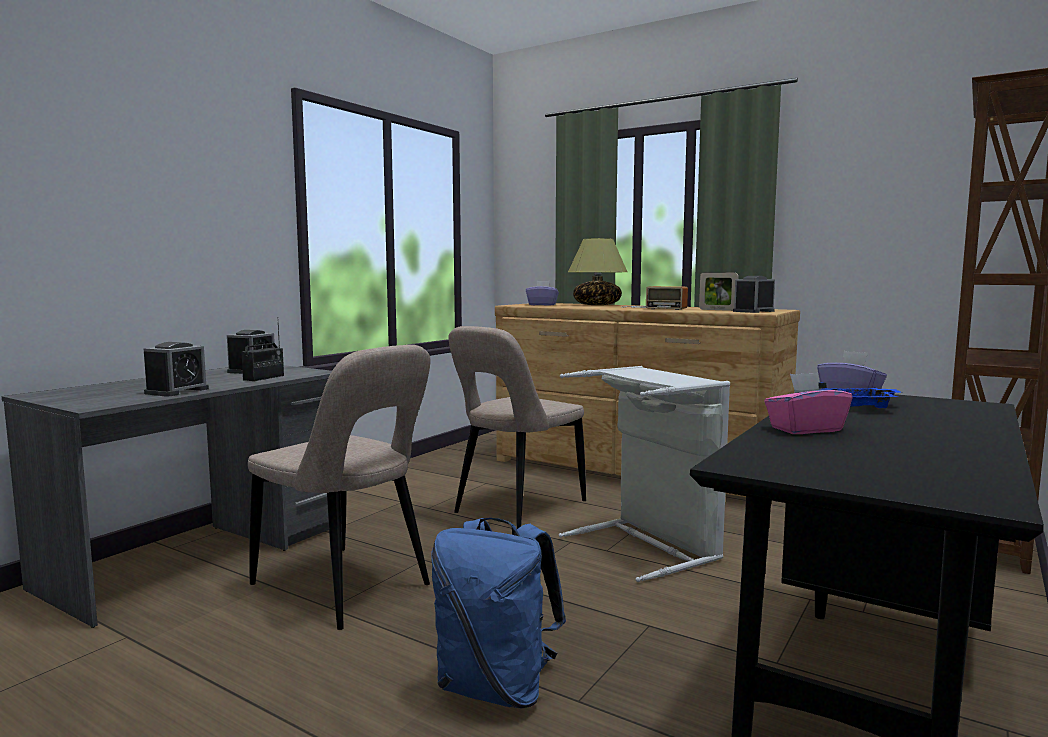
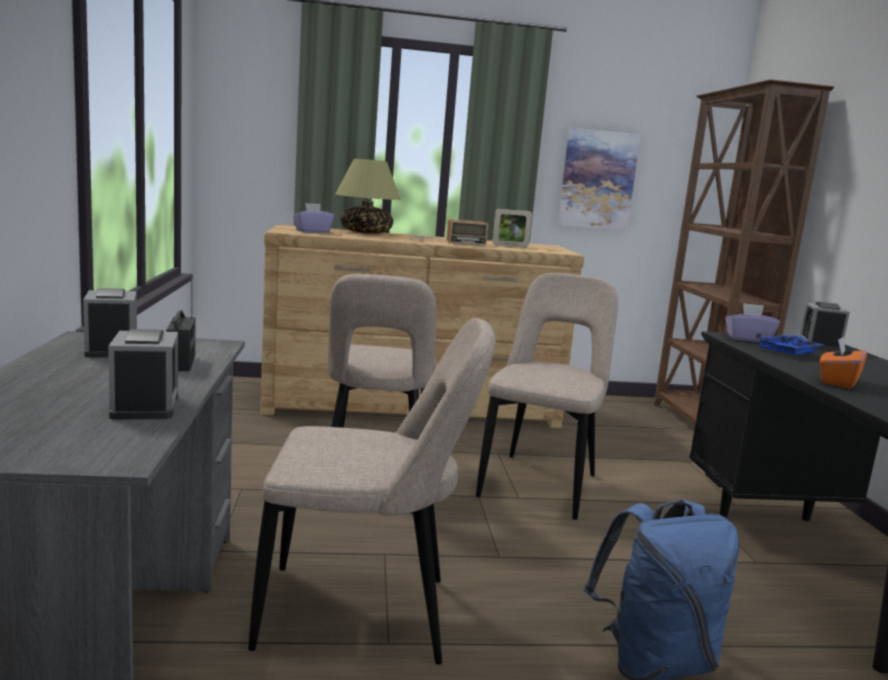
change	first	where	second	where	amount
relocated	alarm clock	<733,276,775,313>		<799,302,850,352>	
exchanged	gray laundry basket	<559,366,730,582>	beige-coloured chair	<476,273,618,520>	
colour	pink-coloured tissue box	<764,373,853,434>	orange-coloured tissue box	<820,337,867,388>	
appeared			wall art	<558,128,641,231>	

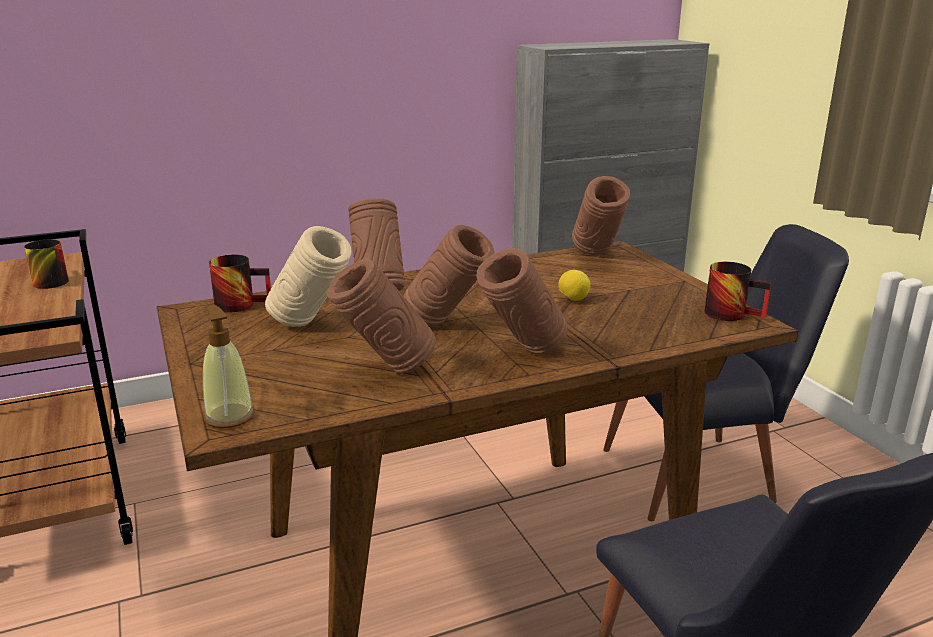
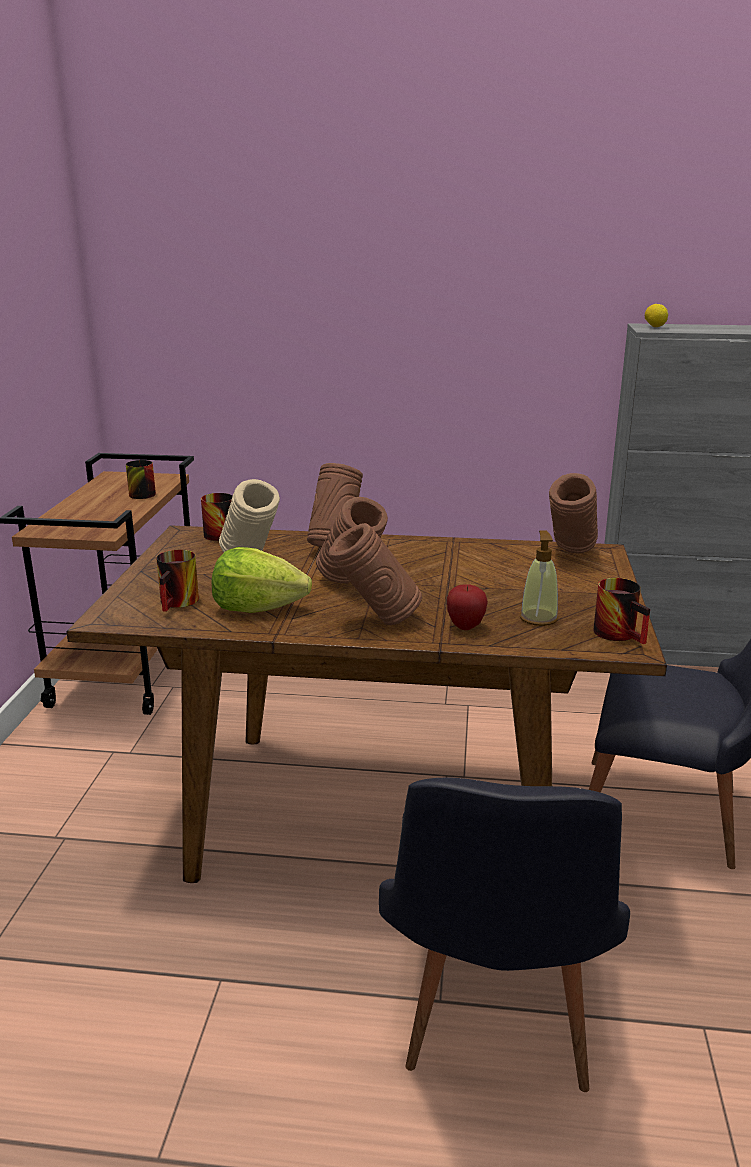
change	first	where	second	where	amount
exchanged	brownish vase	<326,259,436,374>	lettuce	<212,547,312,613>	
relocated	lemon	<558,270,590,301>		<645,304,668,327>	
relocated	liquid soap bottle	<203,305,255,428>		<520,530,558,626>	
appeared			coffee mug	<156,550,199,612>	
appeared			whole apple	<447,584,488,630>	

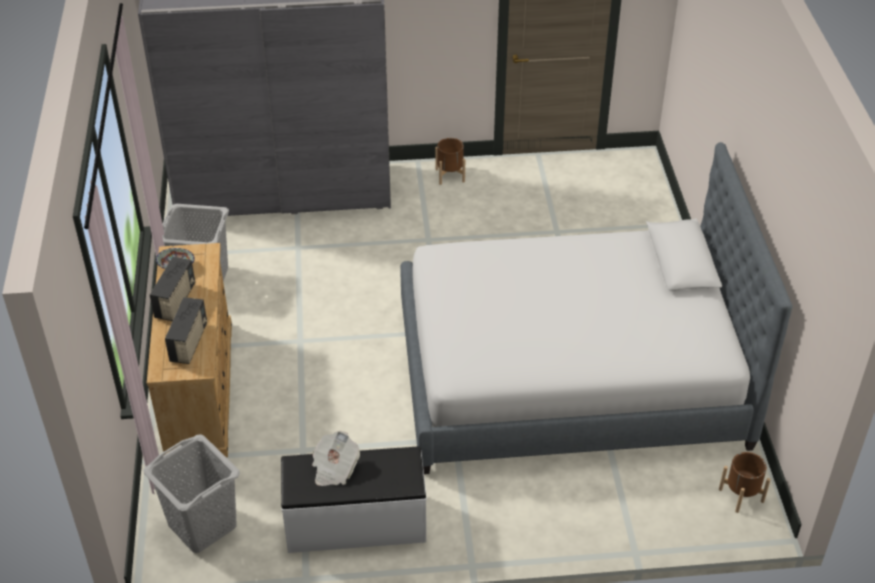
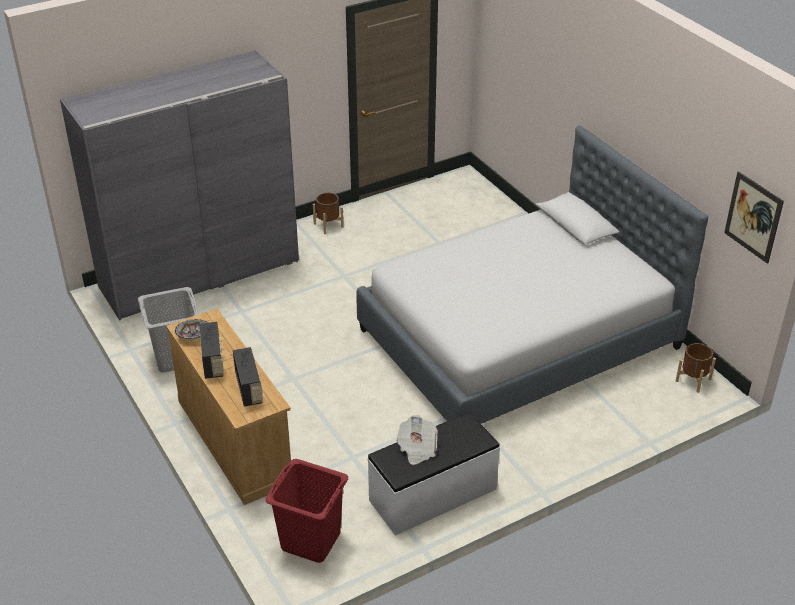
change	first	where	second	where	amount
colour	gray laundry basket	<143,434,240,553>	reddish laundry basket	<265,459,348,563>	
appeared			wall art	<724,171,784,264>	

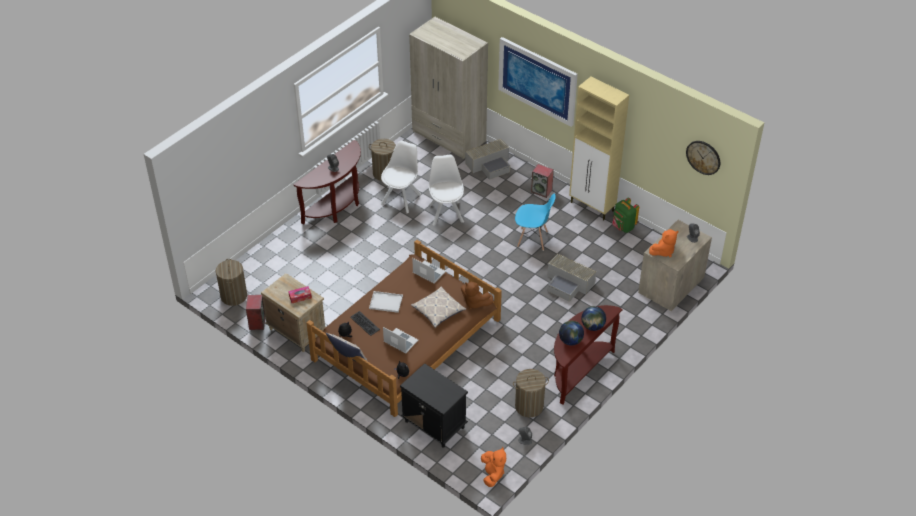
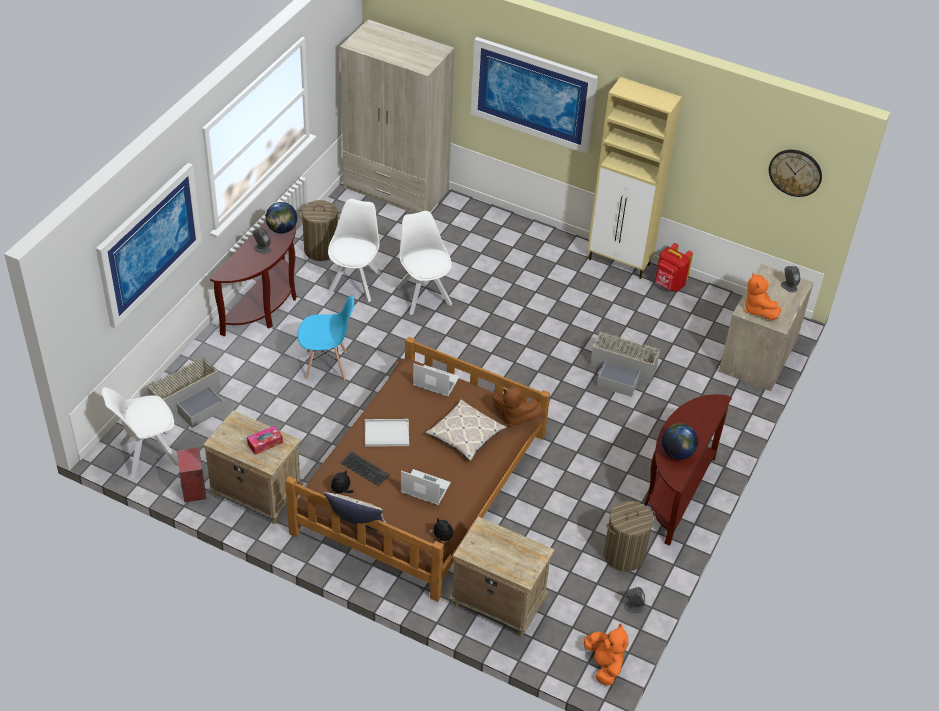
change	first	where	second	where	amount
relocated	gray storage bin	<465,138,510,180>		<147,357,224,428>	
missing	audio speaker	<531,164,554,198>			
relocated	bluish chair	<515,194,556,251>		<297,295,354,380>	
colour	green-coloured rucksack	<612,198,639,233>	reddish rucksack	<655,243,693,292>	
spun	orange-coloured cuddly toy	<649,229,678,257>		<744,272,781,320>	120 degrees clockwise
exchanged	laundry basket	<216,259,247,306>	whitish chair	<101,387,179,479>	
relocated	globe	<581,306,606,331>		<265,202,297,234>	
colour	black nightstand	<400,363,468,448>	beige-coloured nightstand	<450,517,554,637>	
appeared			wall art	<96,163,202,328>	

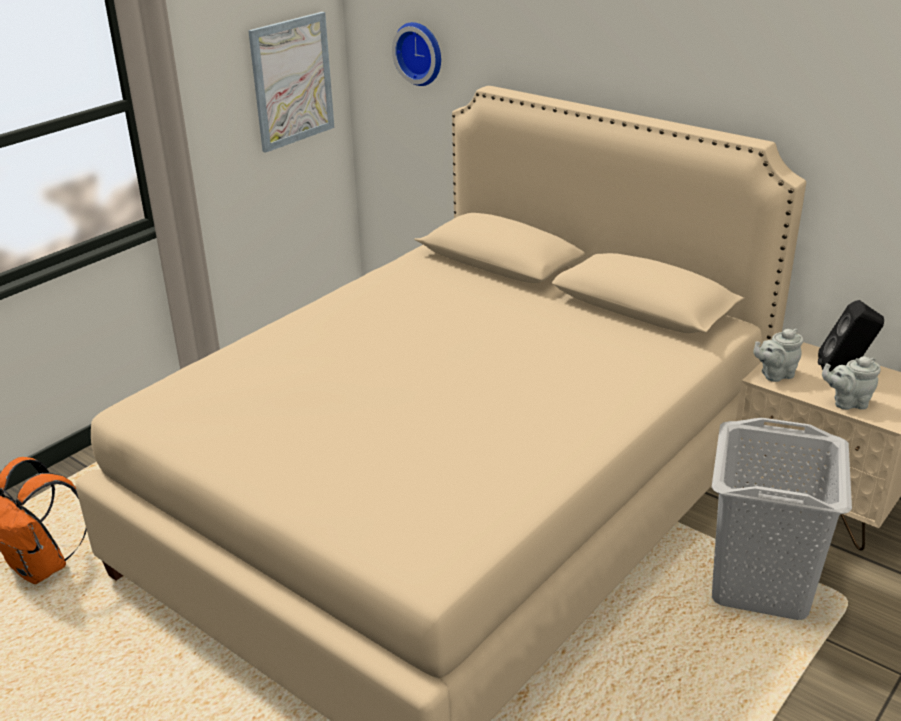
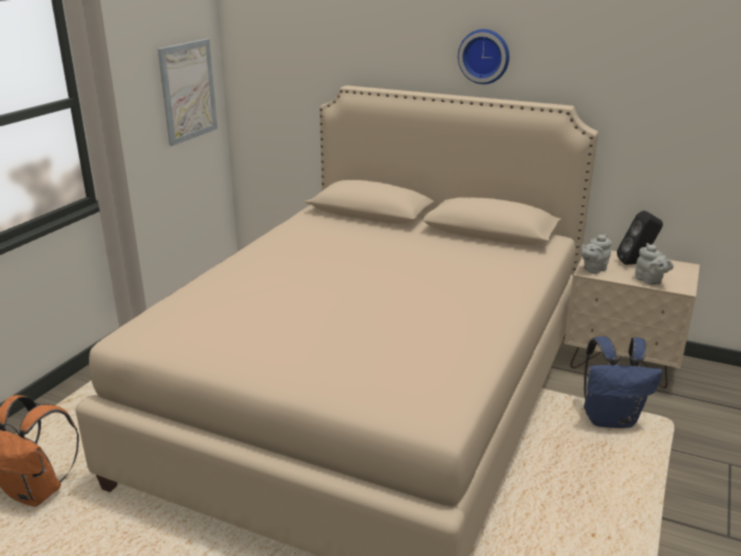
change	first	where	second	where	amount
relocated	hanging clock	<392,22,441,86>		<458,29,509,84>	
spun	gray tea pot	<822,356,881,410>		<635,243,674,285>	105 degrees counterclockwise
exchanged	gray laundry basket	<711,418,852,620>	bluish rucksack	<584,336,662,428>	

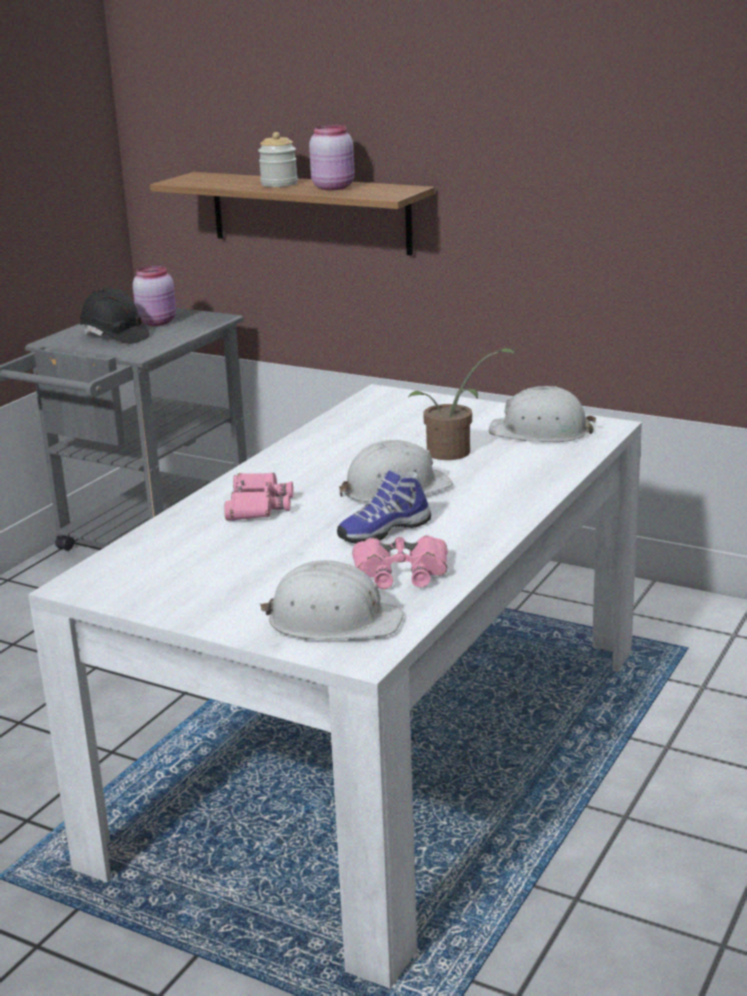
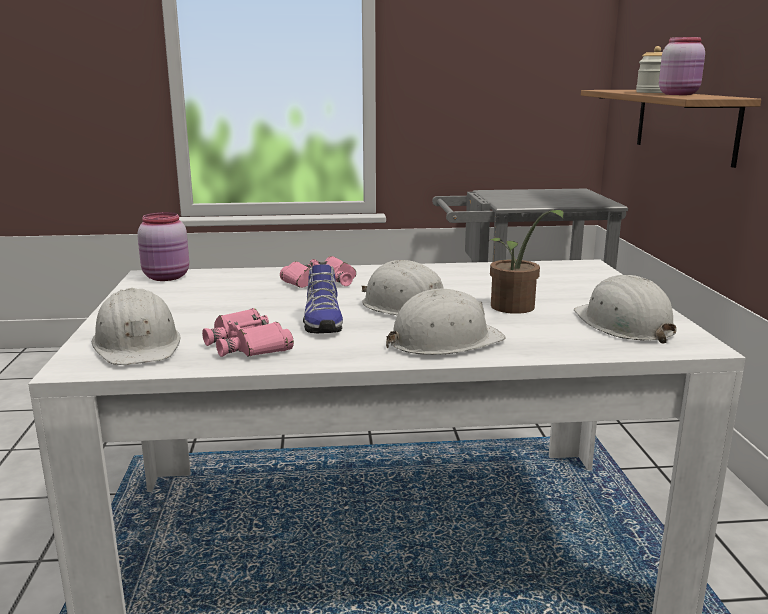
change	first	where	second	where	amount
relocated	pink-coloured storage jar	<133,266,176,326>		<137,212,189,281>	
missing	black work helmet	<79,287,150,344>			
spun	low shoe	<337,470,431,544>		<303,264,343,333>	120 degrees counterclockwise
appeared			whitish work helmet	<386,289,506,355>	

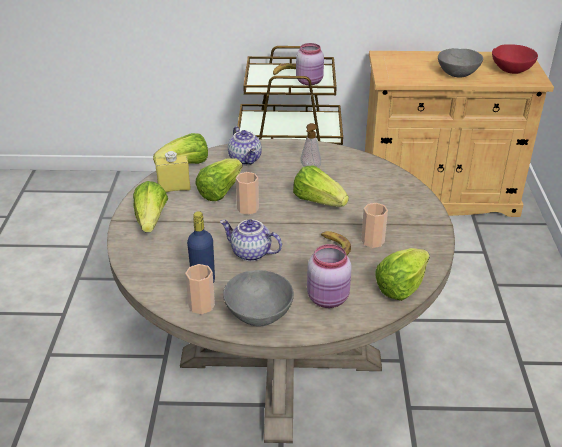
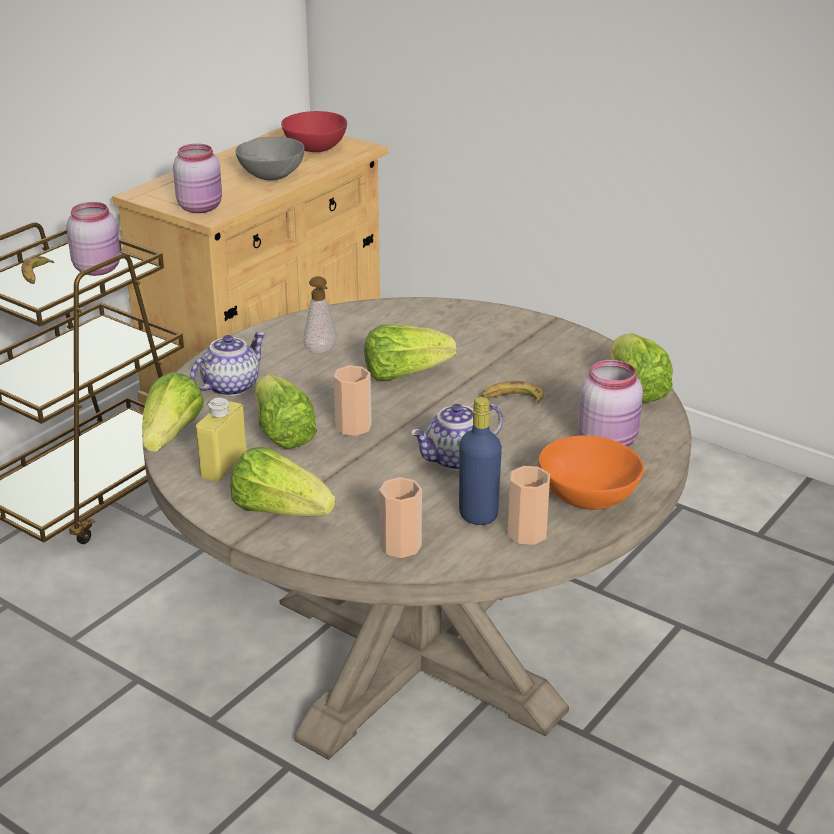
change	first	where	second	where	amount
spun	tea pot	<228,126,262,165>		<190,332,266,396>	60 degrees counterclockwise
relocated	small cup	<361,203,388,248>		<379,477,422,558>	
colour	gray serving bowl	<223,270,294,326>	orange-coloured serving bowl	<539,435,644,510>	
appeared			pink-coloured storage jar	<173,144,222,213>	

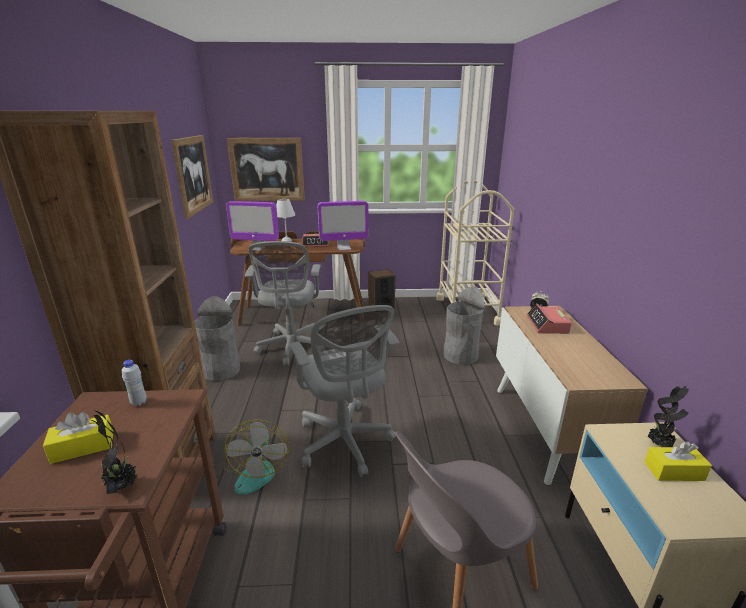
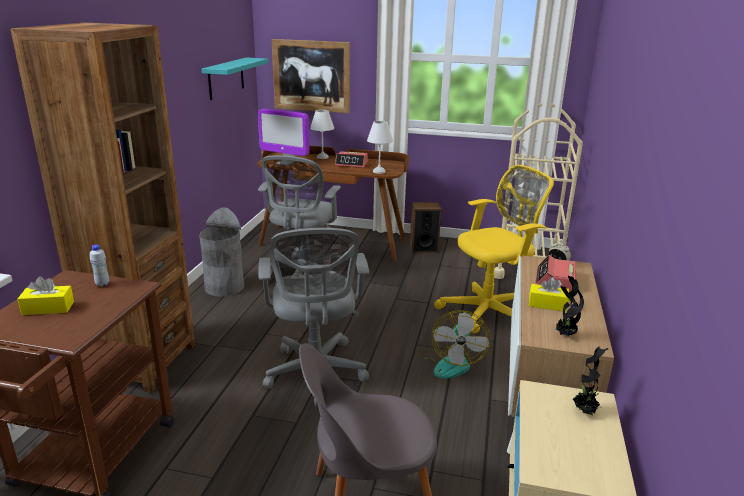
change	first	where	second	where	amount
exchanged	wall art	<171,135,213,219>	turquoise shelf	<202,57,269,100>	
exchanged	computer screen	<318,201,369,251>	whitish lamp for a table	<367,121,393,174>	
exchanged	gray rubbish bin	<443,286,485,365>	yellowish computer chair	<434,165,554,333>	
relocated	houseplant	<88,410,138,494>		<556,276,584,336>	
relocated	cooling fan	<223,420,289,495>		<421,310,491,379>	
relocated	yellowish tissue box	<644,441,712,481>		<529,277,569,312>	

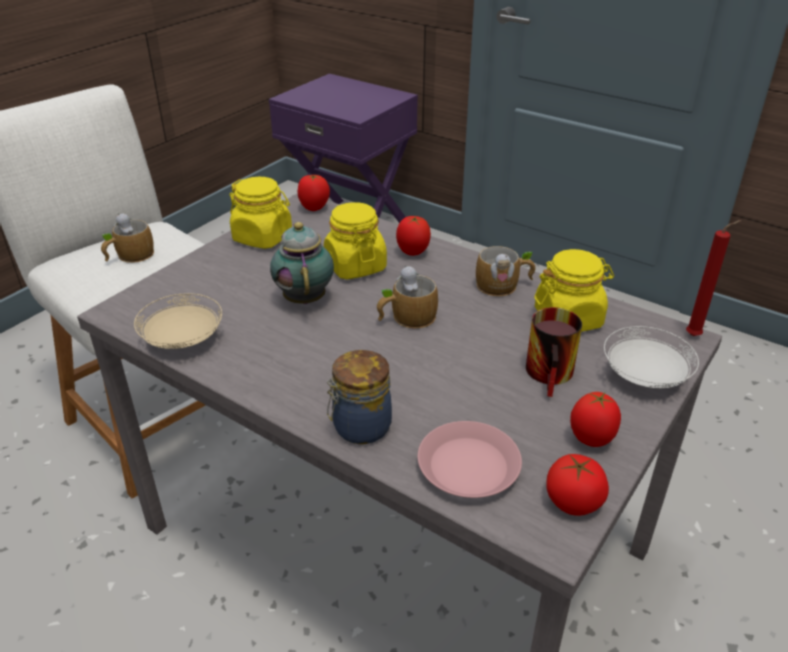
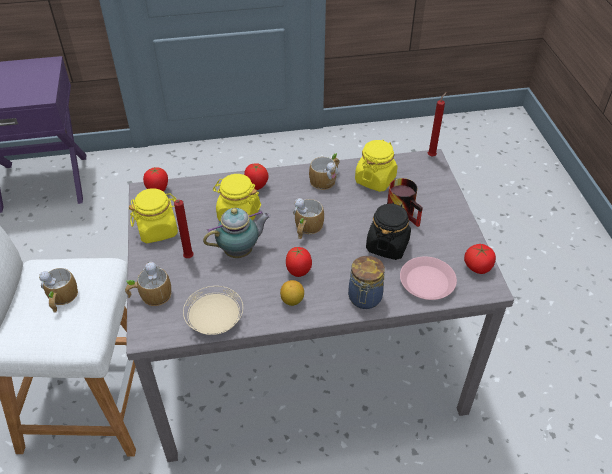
change	first	where	second	where	amount
spun	tea pot	<270,222,334,304>		<203,208,271,258>	120 degrees clockwise
missing	whitish dinner plate	<604,326,699,388>			
relocated	tomato	<570,392,621,447>		<286,247,312,277>	
appeared			reddish wax candle	<174,200,194,258>	
appeared			black storage jar	<366,202,411,260>	
appeared			coffee mug	<125,262,171,306>	
appeared			lemon	<280,280,304,306>	

